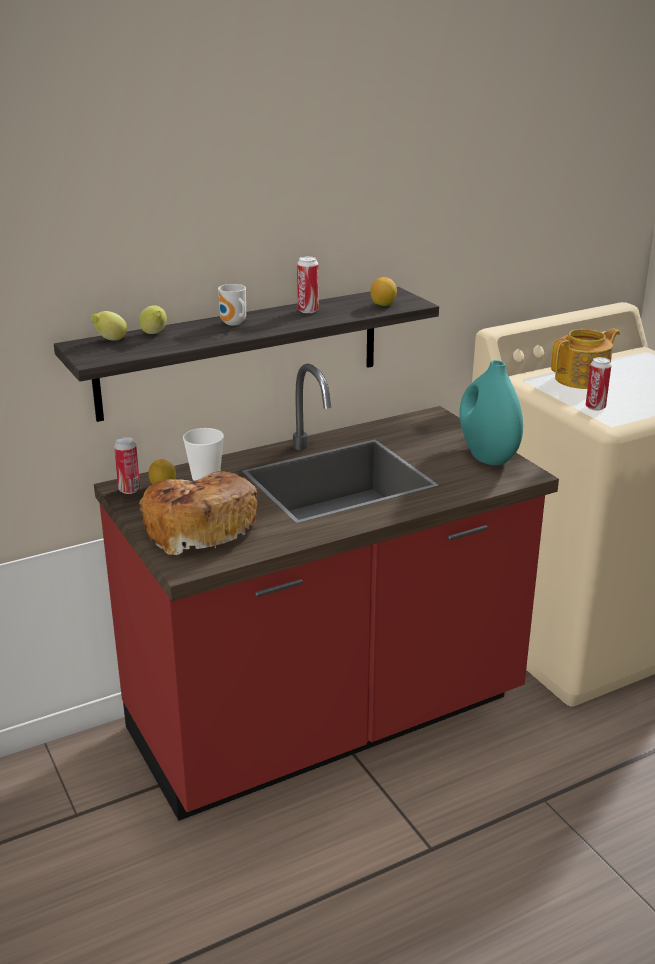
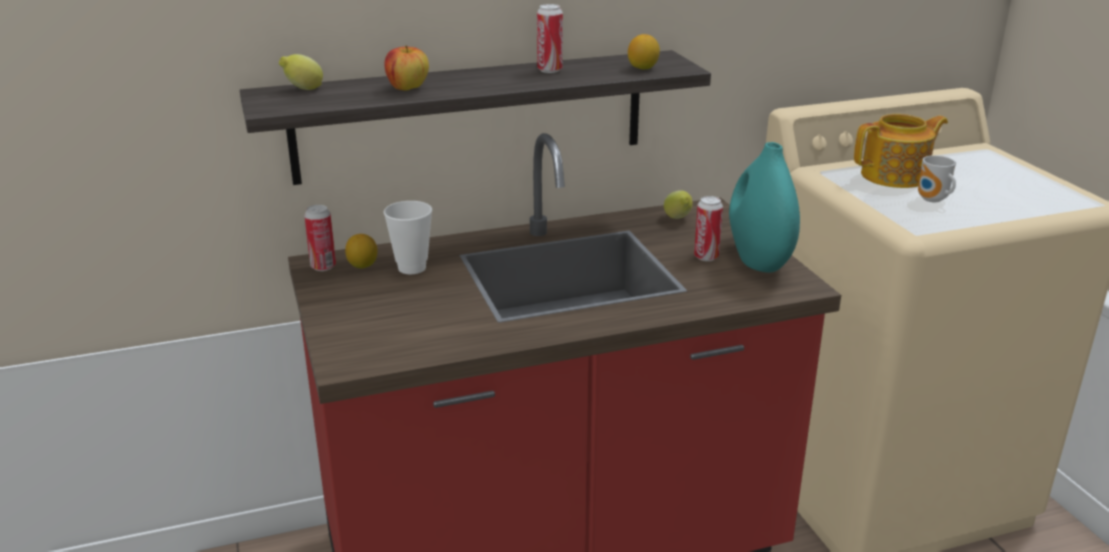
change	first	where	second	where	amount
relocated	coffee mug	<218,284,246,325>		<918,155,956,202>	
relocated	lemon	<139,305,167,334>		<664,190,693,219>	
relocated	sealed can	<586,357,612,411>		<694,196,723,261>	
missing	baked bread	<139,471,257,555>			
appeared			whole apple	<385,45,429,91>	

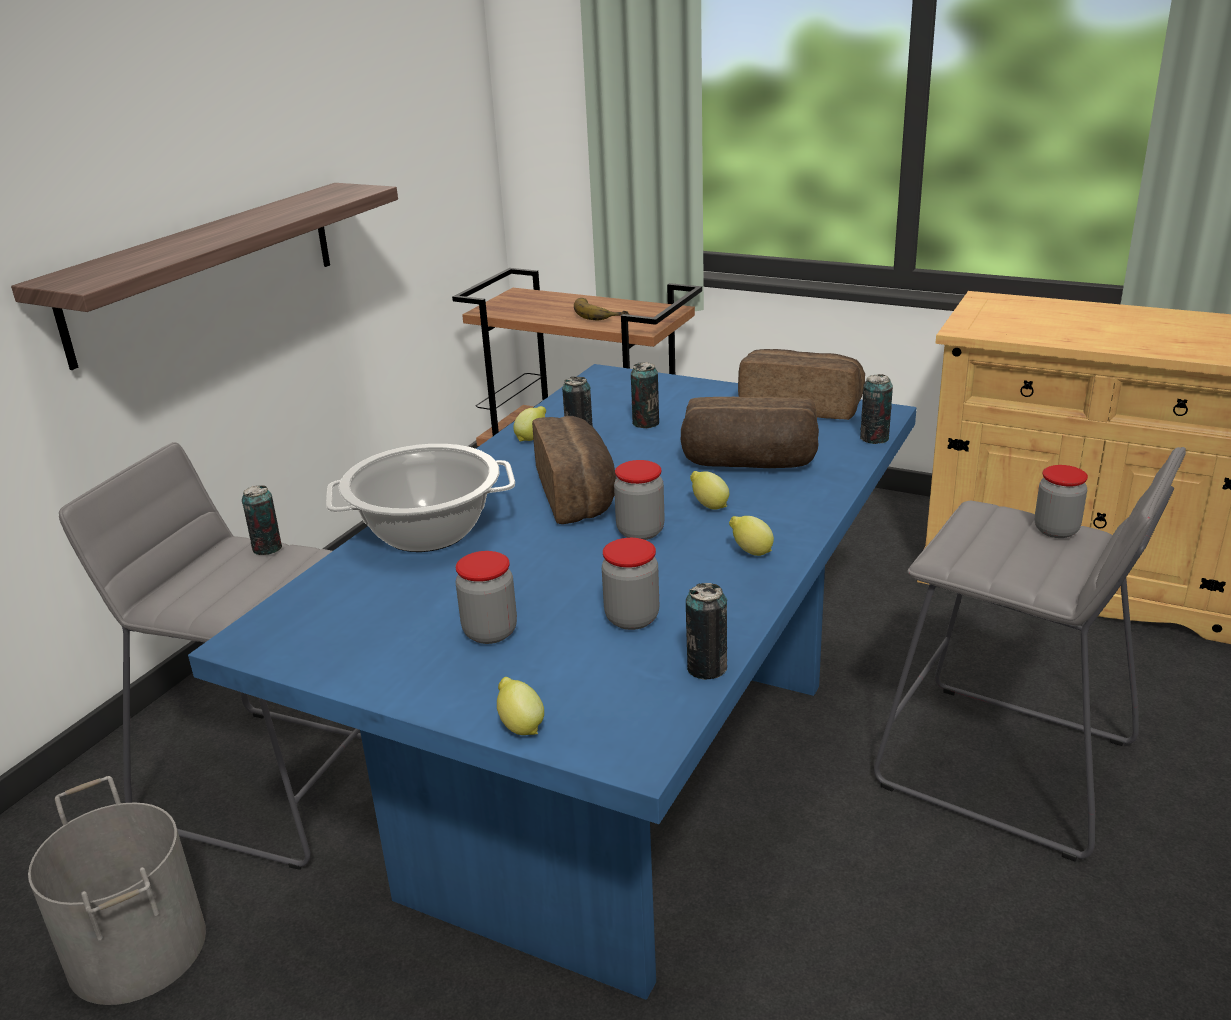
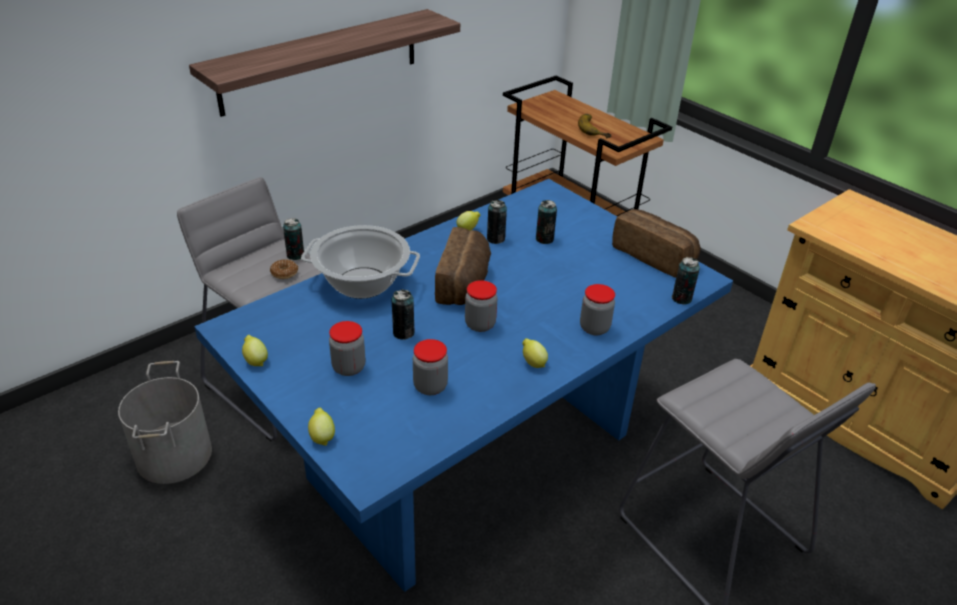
change	first	where	second	where	amount
missing	baked bread	<681,397,819,468>			
relocated	storage jar	<1035,465,1088,538>		<580,284,615,335>	
relocated	lemon	<690,471,729,510>		<242,335,268,366>	
relocated	sealed can	<686,583,728,680>		<392,289,415,340>	
appeared			doughnut	<270,259,298,279>	

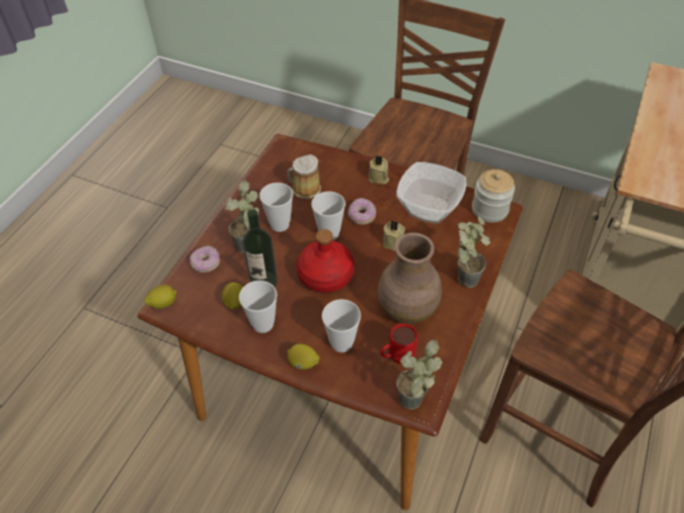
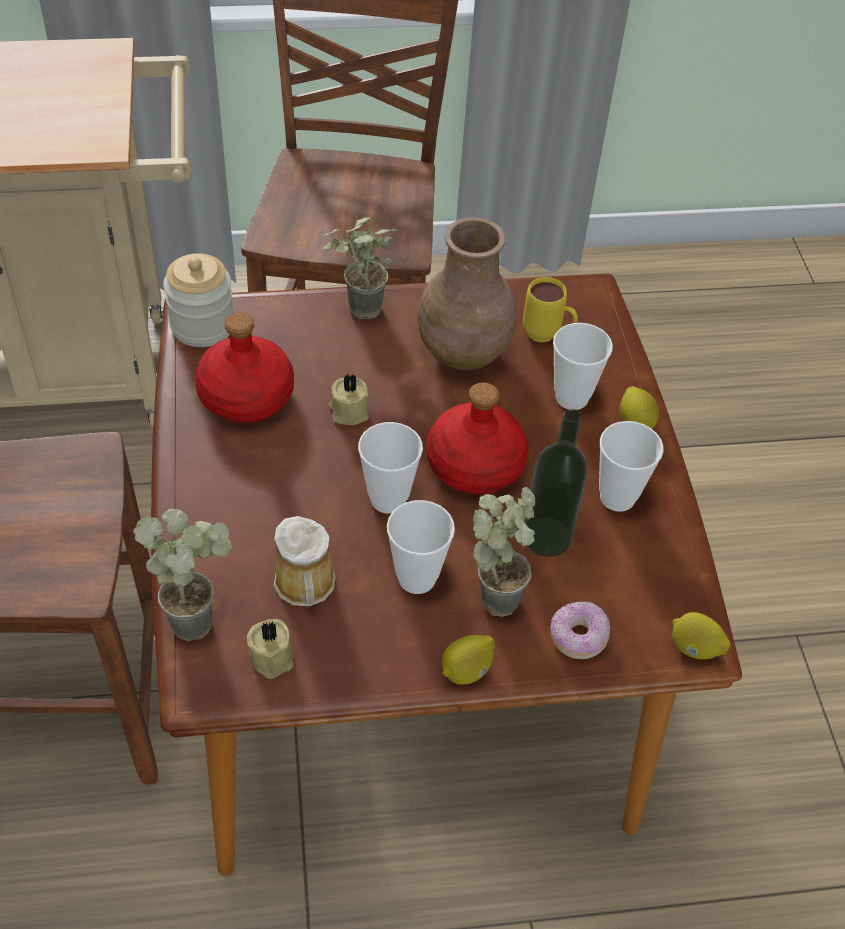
change	first	where	second	where	amount
relocated	beige-coloured wax candle	<368,155,389,184>		<247,619,294,679>	
exchanged	serving bowl	<397,162,467,224>	reddish bottle	<195,313,294,423>	
missing	doughnut	<348,198,376,225>			
relocated	lemon	<222,282,243,310>		<442,635,495,684>	
colour	reddish coffee mug	<380,323,418,364>	yellowish coffee mug	<523,277,578,342>	
relocated	houseplant	<396,339,442,410>		<133,509,232,641>	

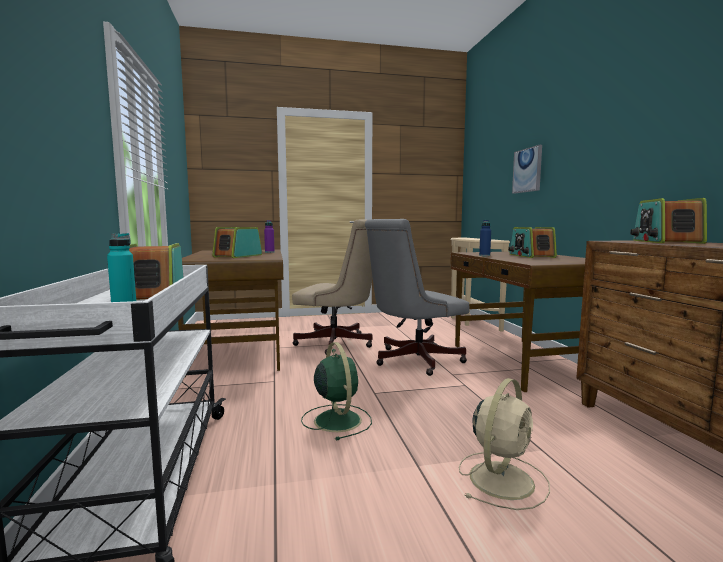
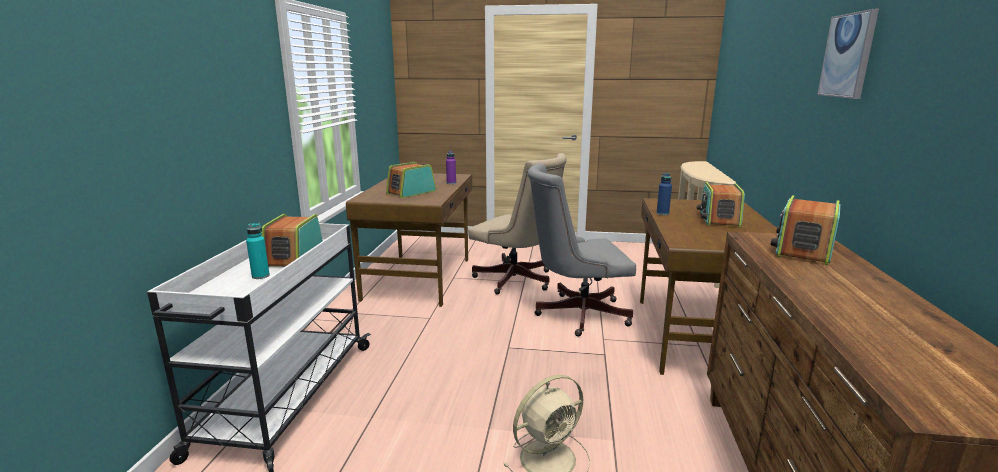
change	first	where	second	where	amount
relocated	wall art	<512,145,542,194>		<817,9,879,99>	
missing	green-coloured cooling fan	<301,342,372,440>			

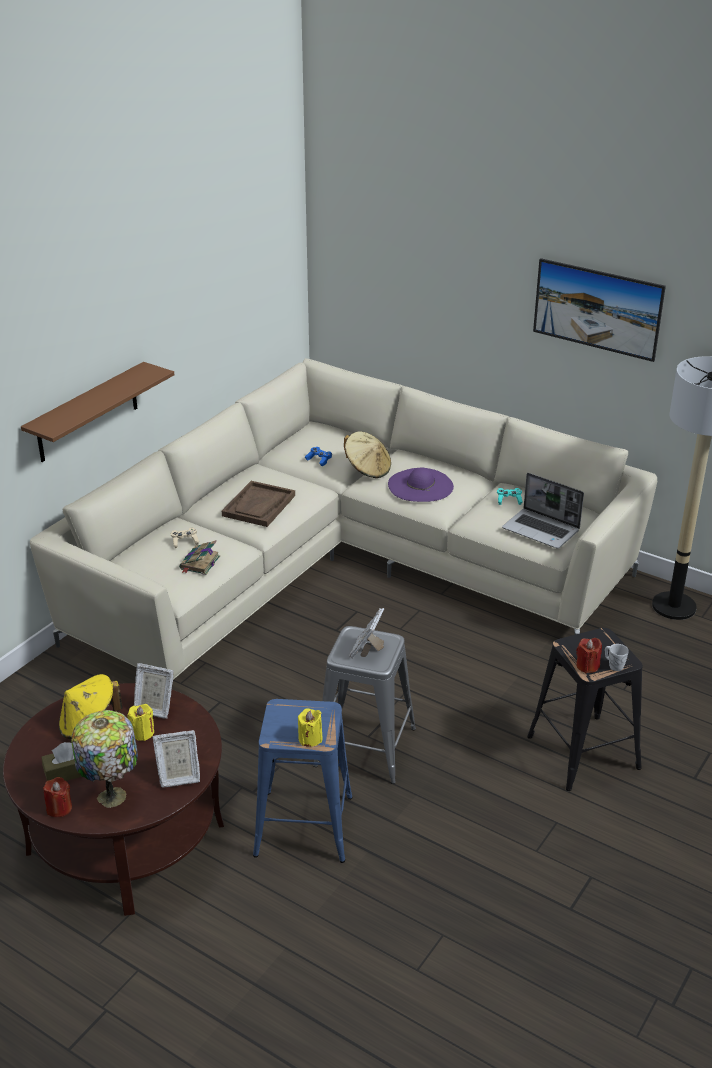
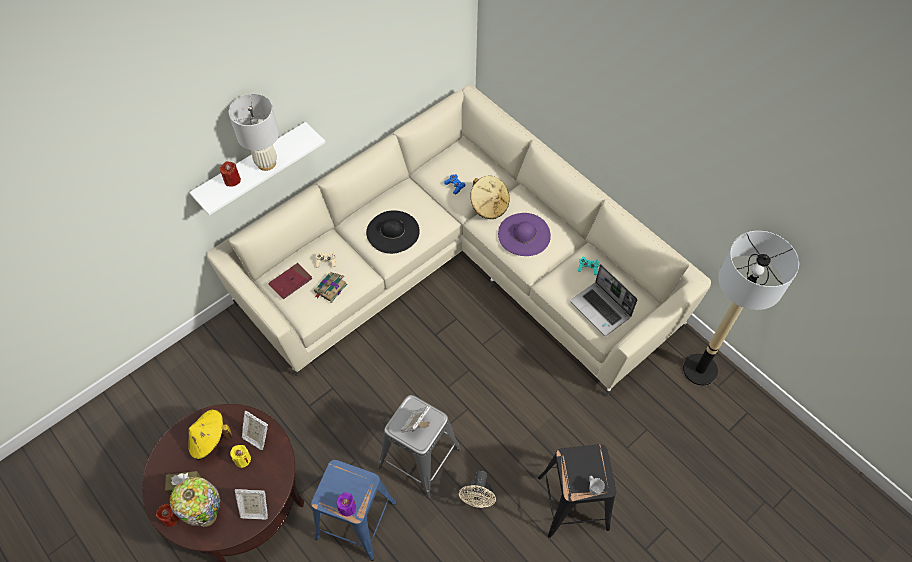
change	first	where	second	where	amount
missing	wall art	<533,258,666,362>			
colour	brownish shelf	<21,362,174,462>	whitish shelf	<189,122,326,215>	
exchanged	brownish tray	<222,481,295,527>	black hat	<366,210,420,254>	
relocated	reddish wax candle	<576,638,602,673>		<220,161,241,187>	
colour	yellowish wax candle	<298,708,323,747>	purple wax candle	<336,492,356,516>	
appeared			whitish lamp for a table	<229,94,279,171>	
appeared			reddish volume	<268,263,312,299>	
appeared			beige-coloured cooling fan	<459,470,496,508>	

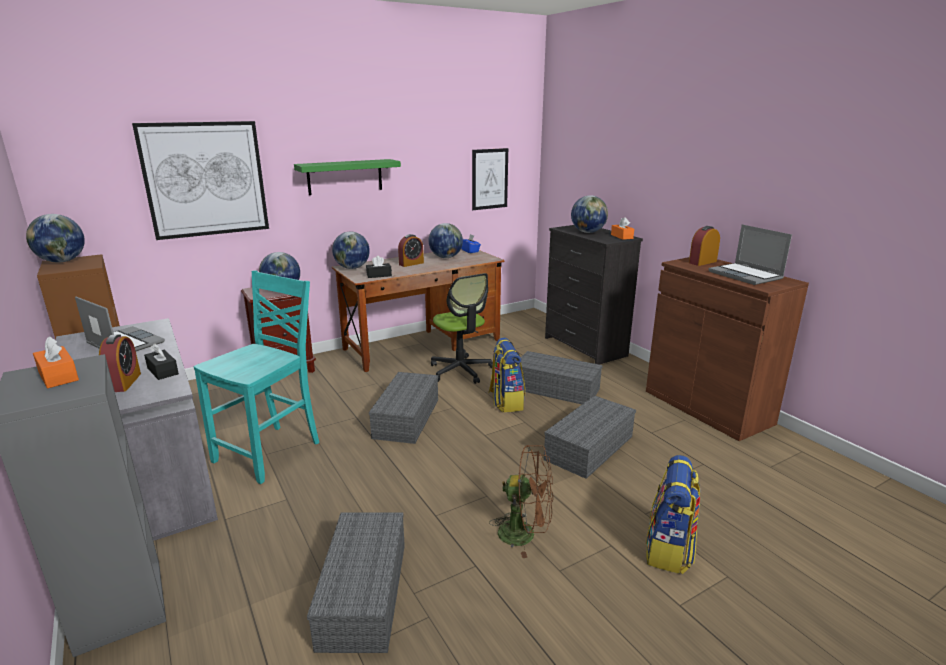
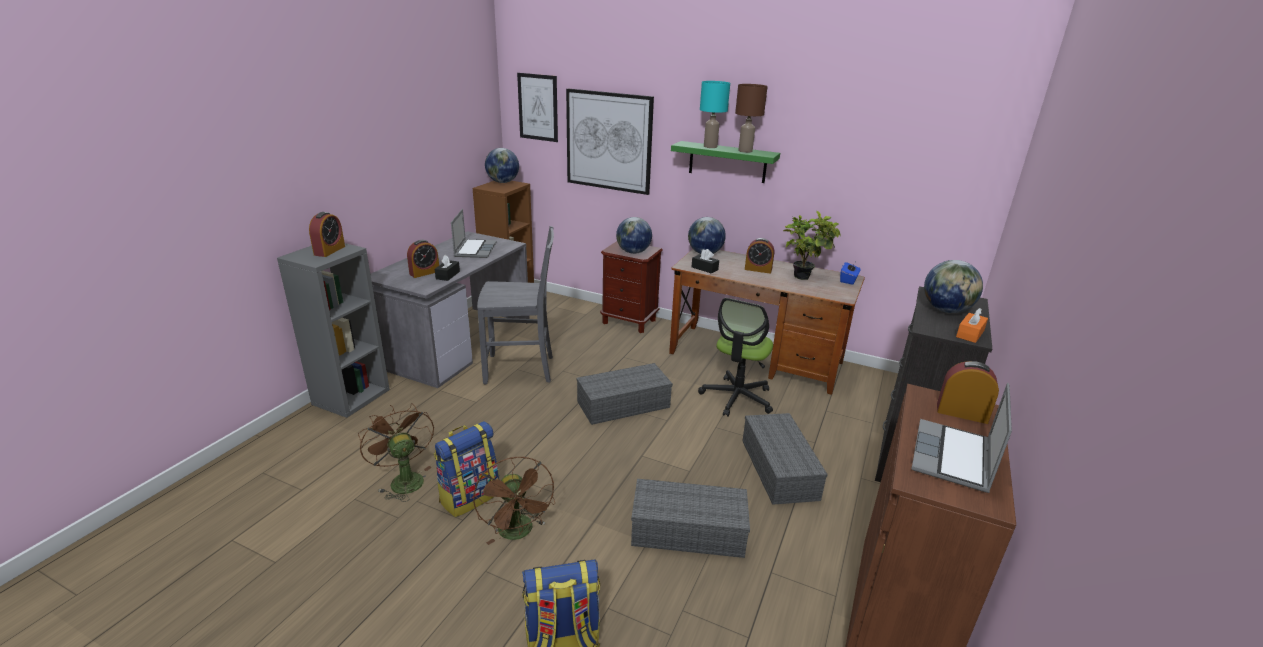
change	first	where	second	where	amount
relocated	wall art	<472,148,508,210>		<517,73,558,142>	
exchanged	globe	<429,223,463,258>	houseplant	<783,211,841,280>	
colour	turquoise chair	<194,271,319,484>	gray chair	<477,226,554,384>	
exchanged	orange-coloured tissue box	<33,336,79,388>	alarm clock	<309,212,345,257>	
relocated	rucksack	<488,338,525,412>		<434,421,499,517>	
exchanged	gray storage bin	<307,512,405,653>	brownish cooling fan	<358,404,434,502>	
appeared			turquoise lamp for a table	<700,81,730,148>	
appeared			brownish lamp for a table	<735,84,768,153>	

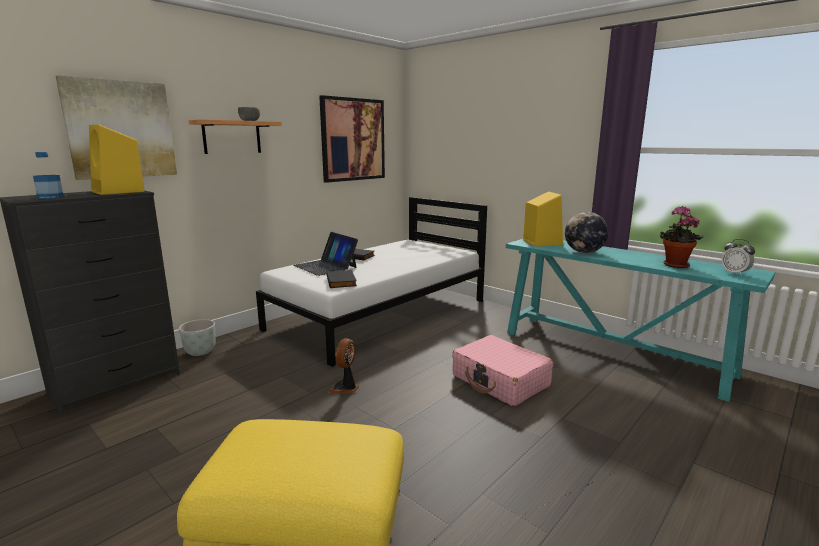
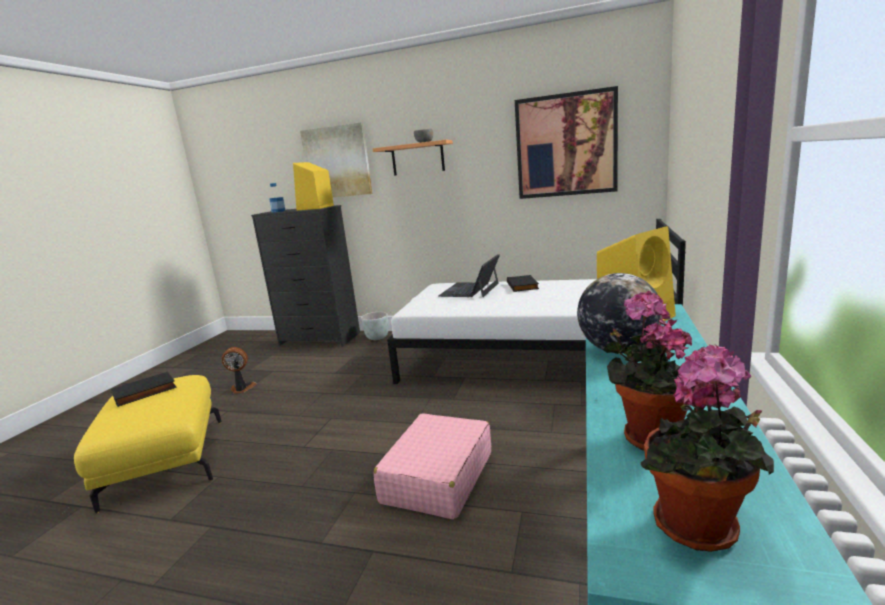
change	first	where	second	where	amount
exchanged	alarm clock	<721,239,755,276>	houseplant	<641,345,774,552>	
relocated	black volume	<327,270,357,288>		<111,371,177,407>	
relocated	cooling fan	<329,338,359,394>		<222,347,257,394>	

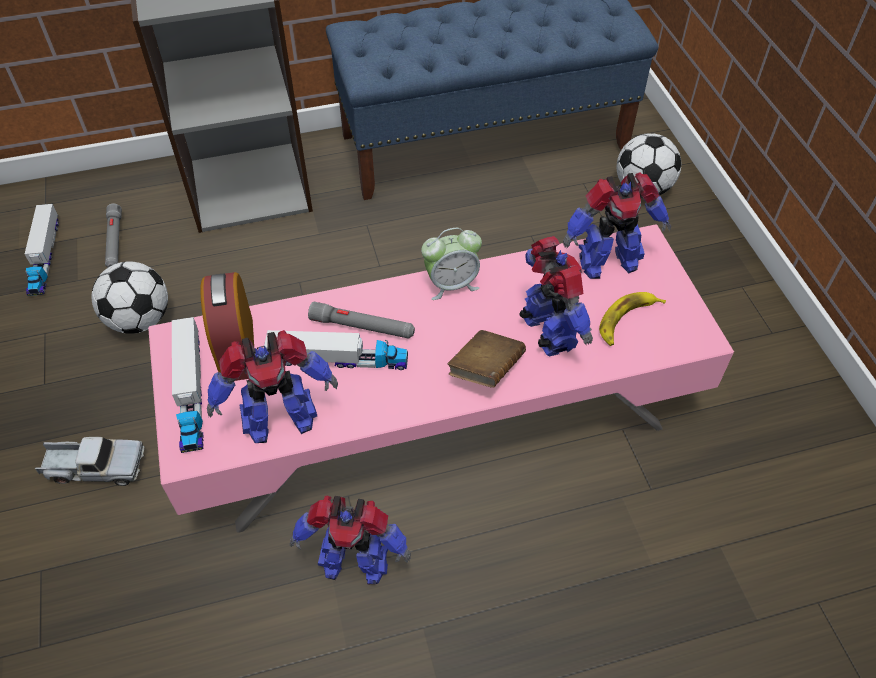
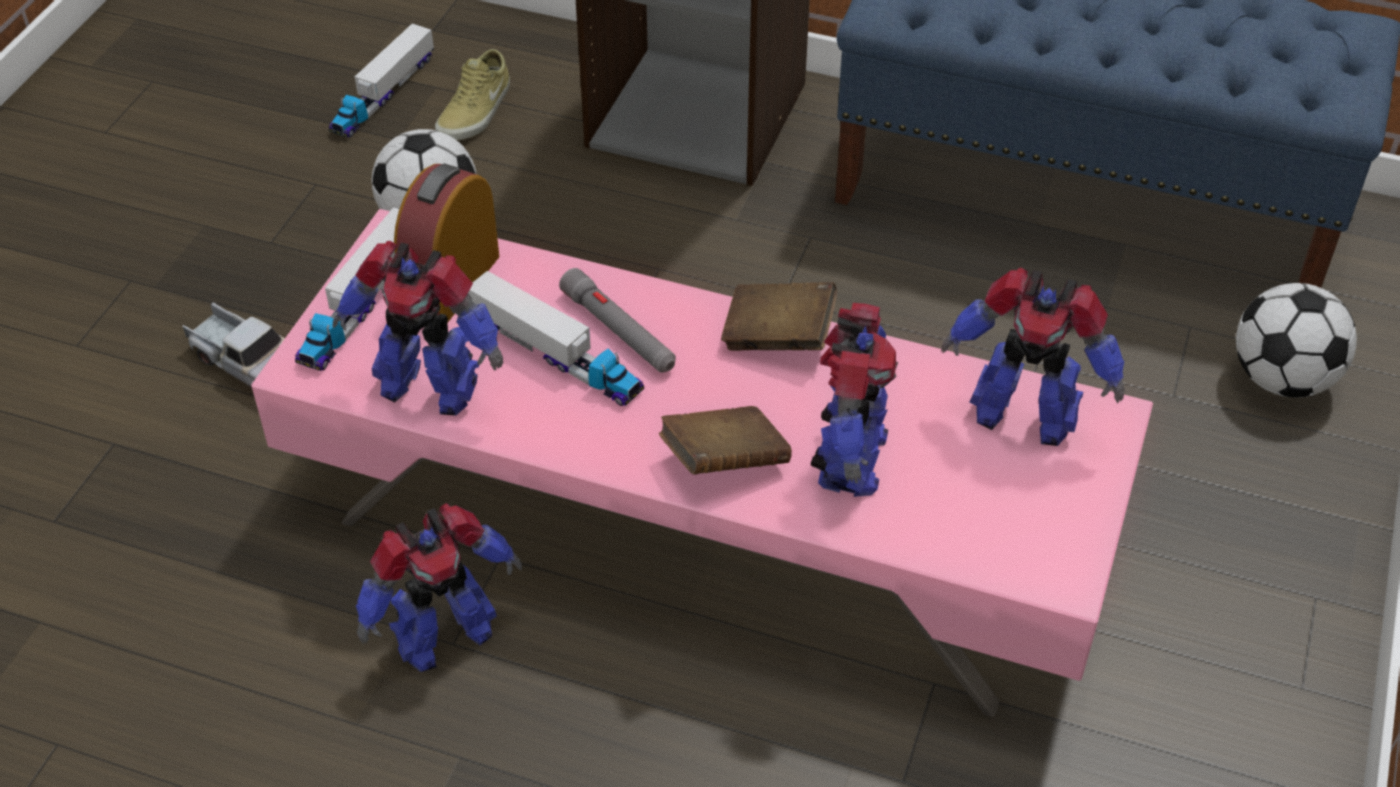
change	first	where	second	where	amount
exchanged	gray hand torch	<105,204,122,268>	beige-coloured low shoe	<435,49,510,140>	
exchanged	alarm clock	<421,228,482,300>	brownish volume	<721,282,837,351>	
missing	banana	<599,292,666,346>			
spun	toy robot	<290,495,411,584>		<356,503,522,672>	75 degrees counterclockwise

